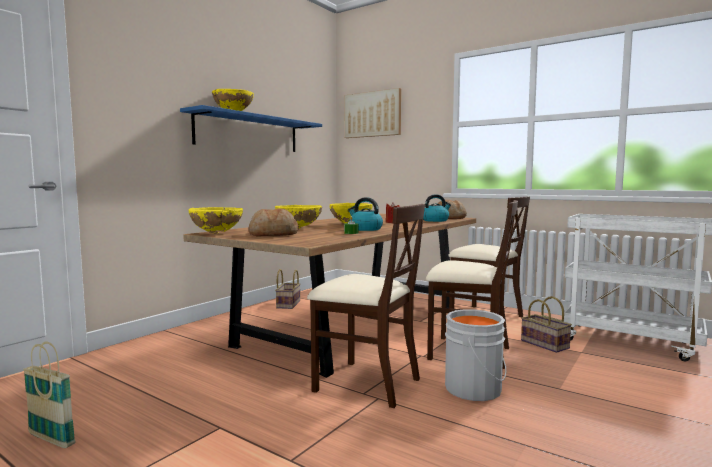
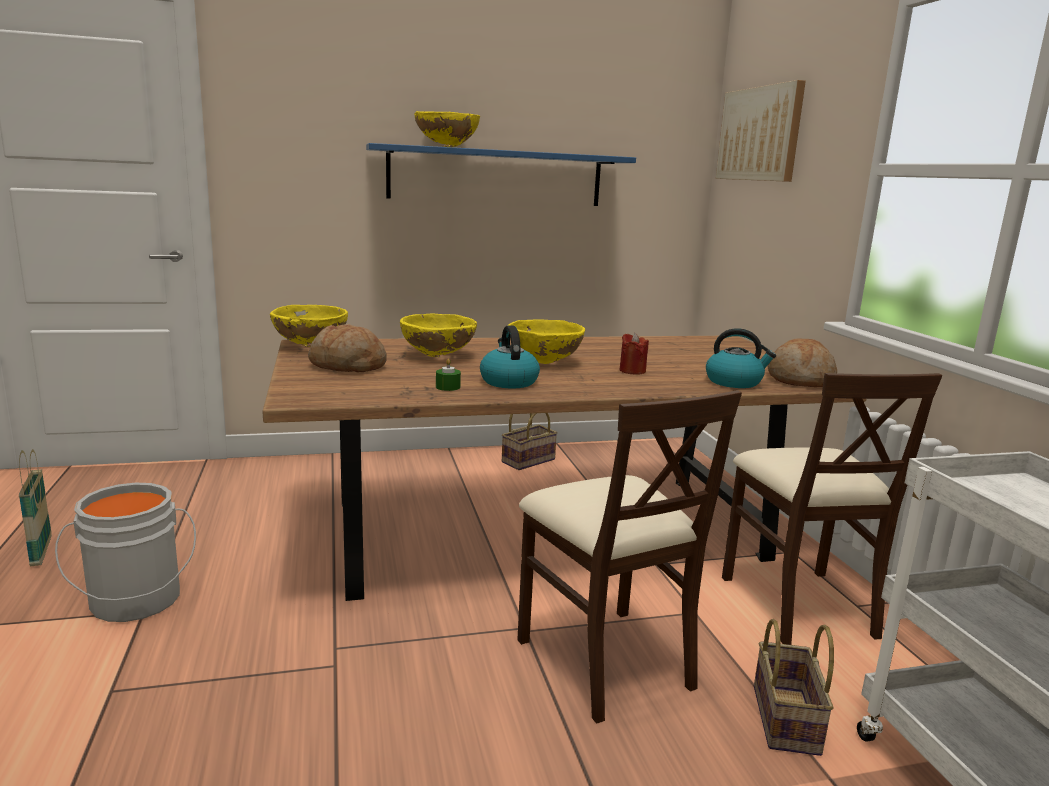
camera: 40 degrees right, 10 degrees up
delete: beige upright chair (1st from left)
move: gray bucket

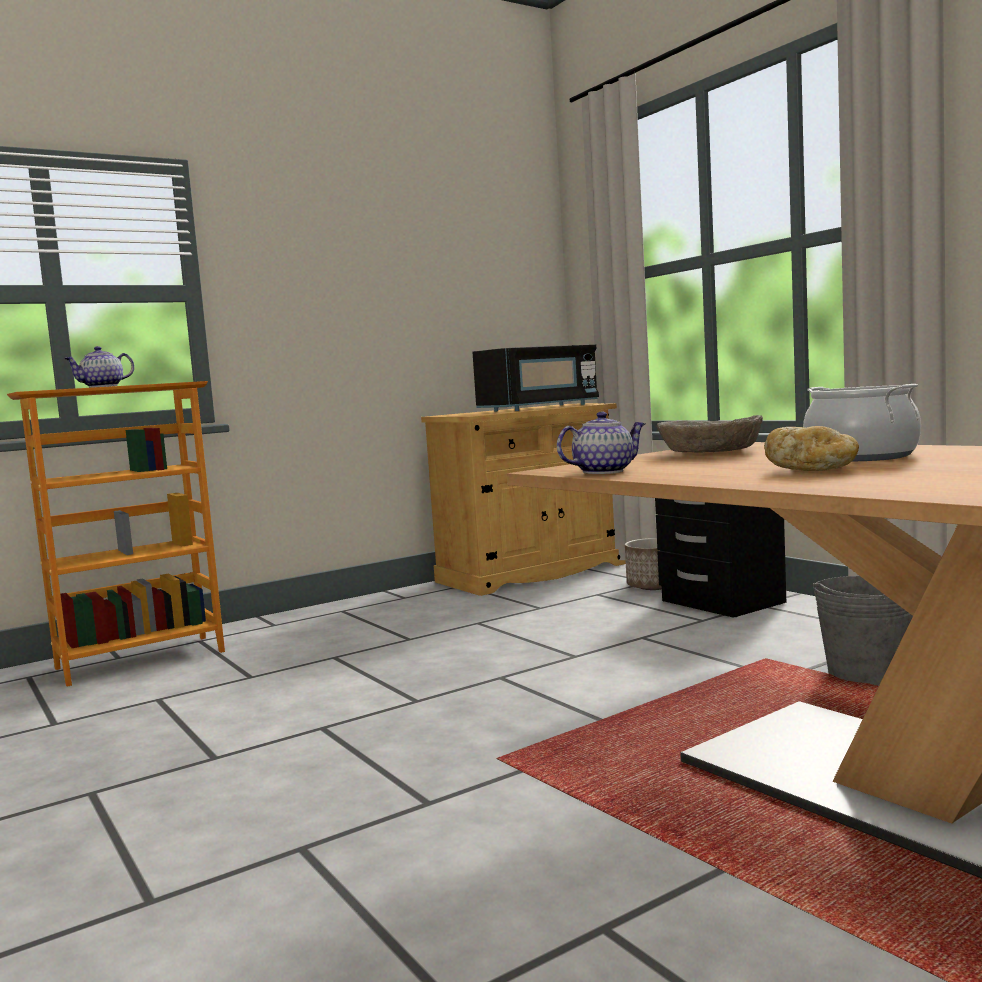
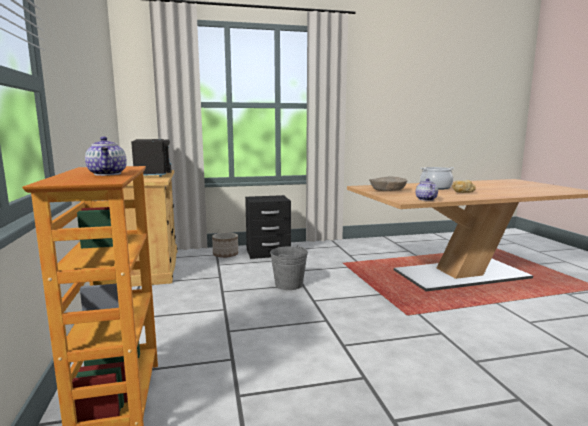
camera: 70 degrees left, 5 degrees up
move: gray bucket

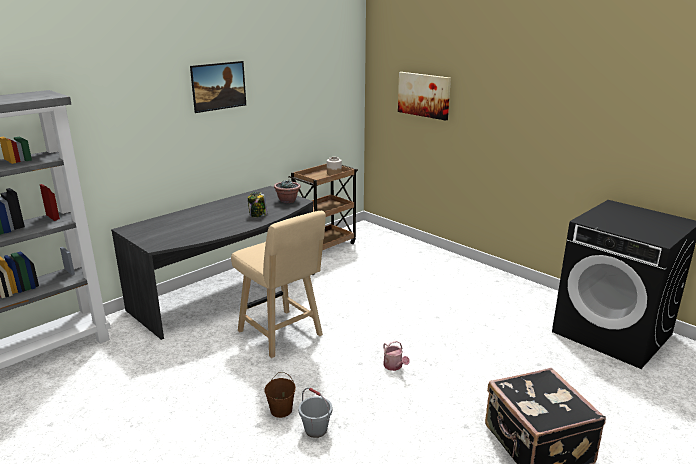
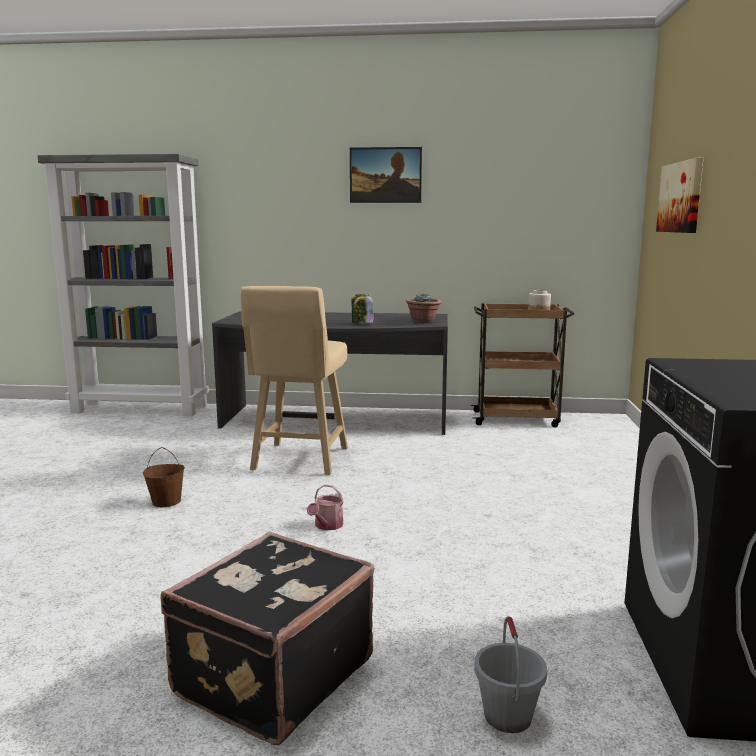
camera: 50 degrees right, 10 degrees down
move: gray bucket

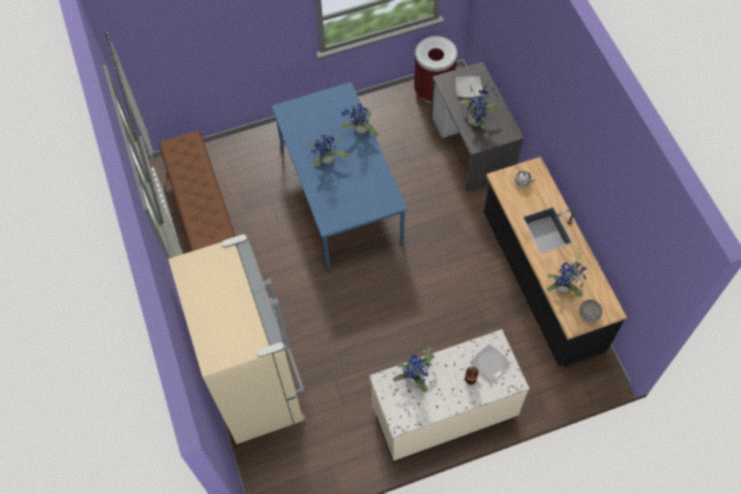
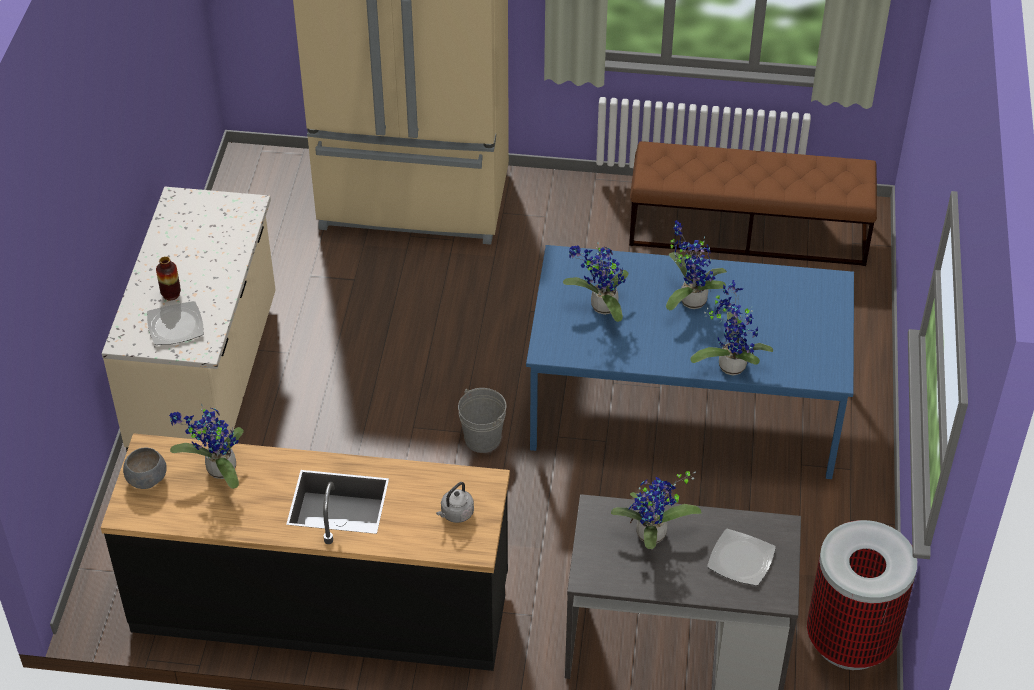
camera: 115 degrees right, 15 degrees down
insert: gray bucket
move: potted plant (3rd from left in the first image) to potted plant (2nd from left)

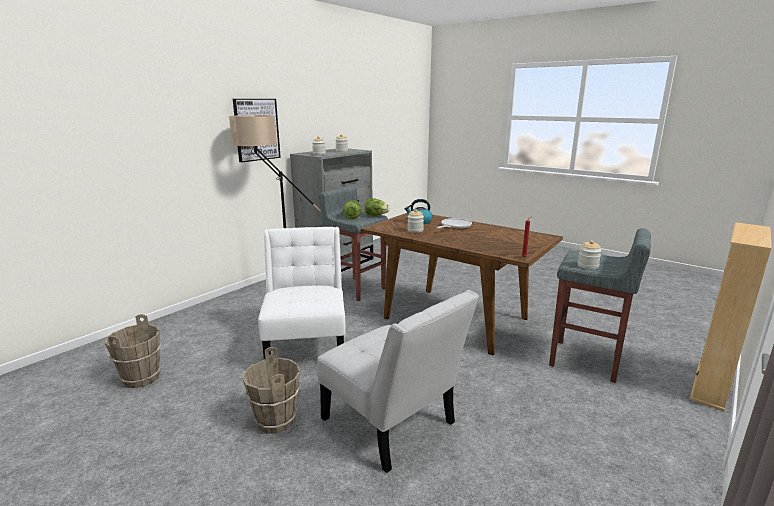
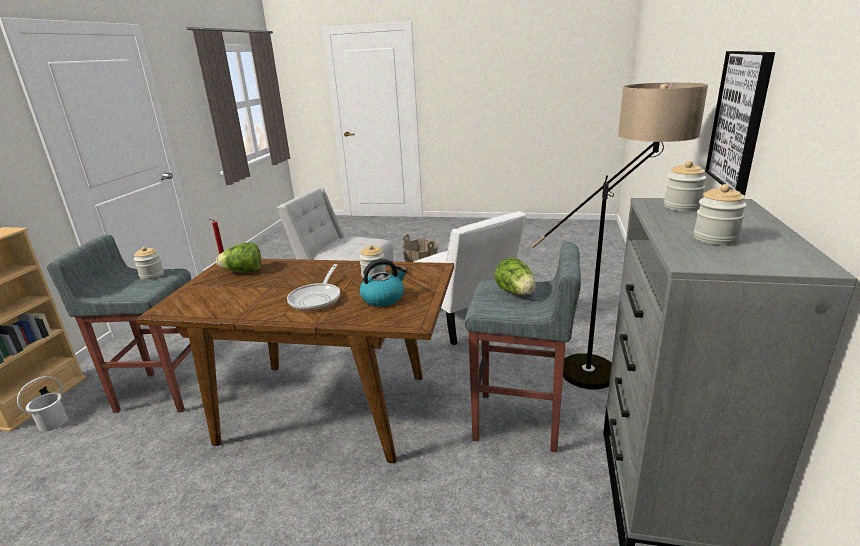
camera: 155 degrees right, 5 degrees up
delete: brown bucket (1st from left)
insert: white bucket
move: head of lettuce (2nd from left in the first image) to head of lettuce (1st from left)

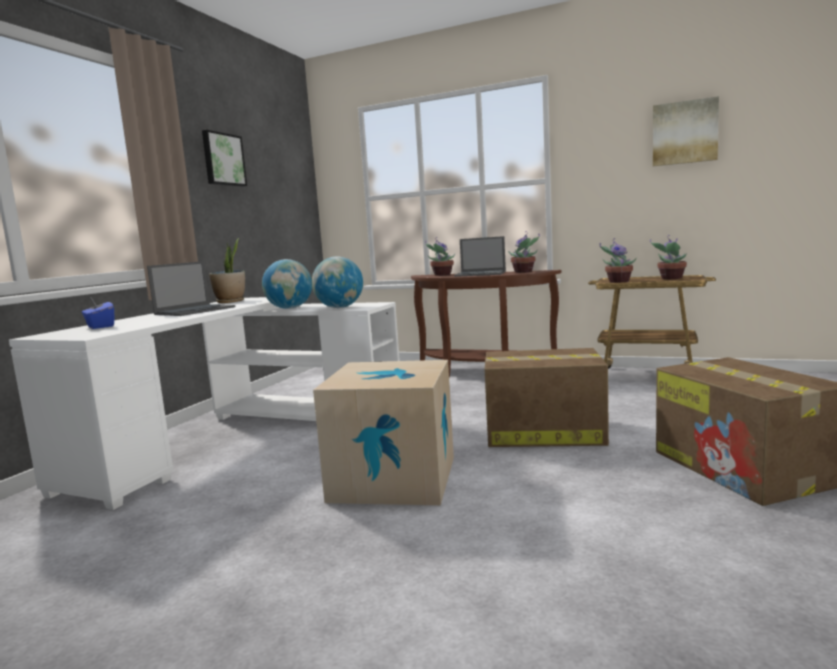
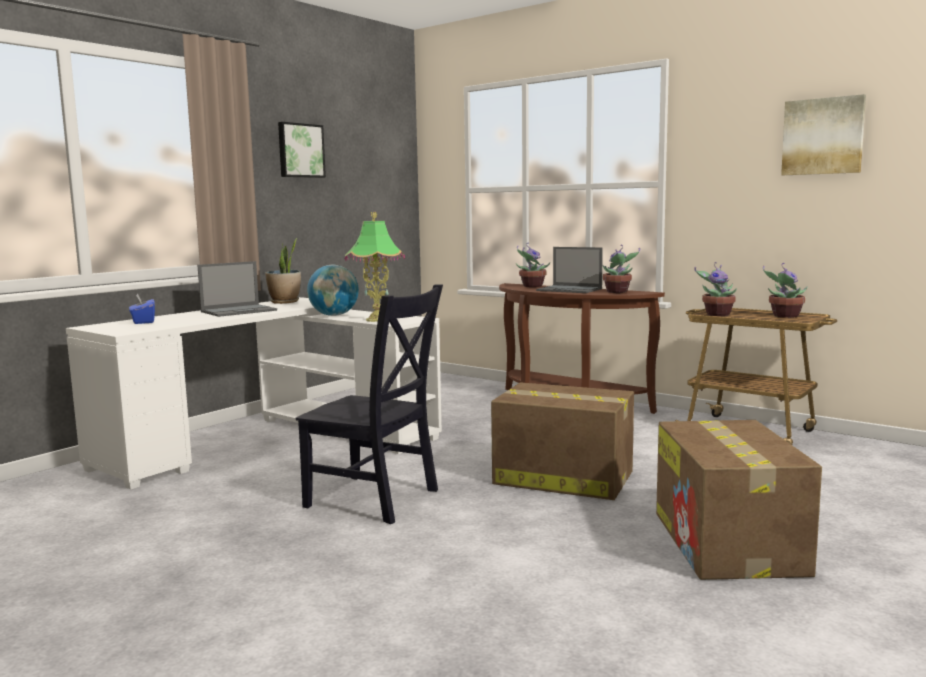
camera: 15 degrees right, 0 degrees up
replace: carton (1st from left) to blackish upright chair; globe (2nd from left) to lamp for a table

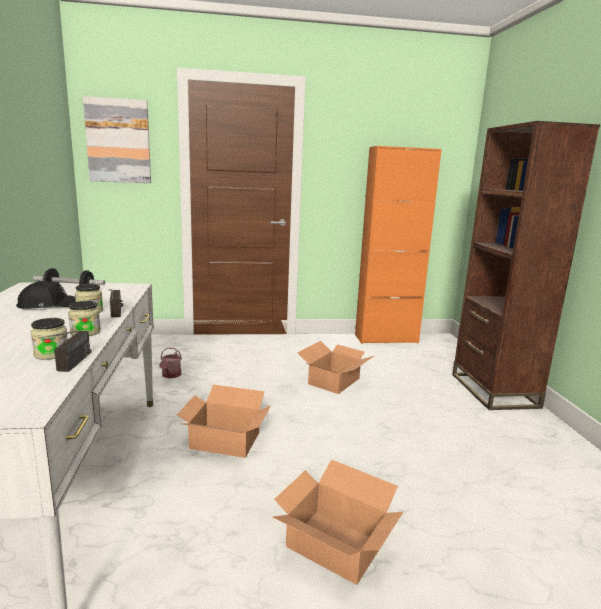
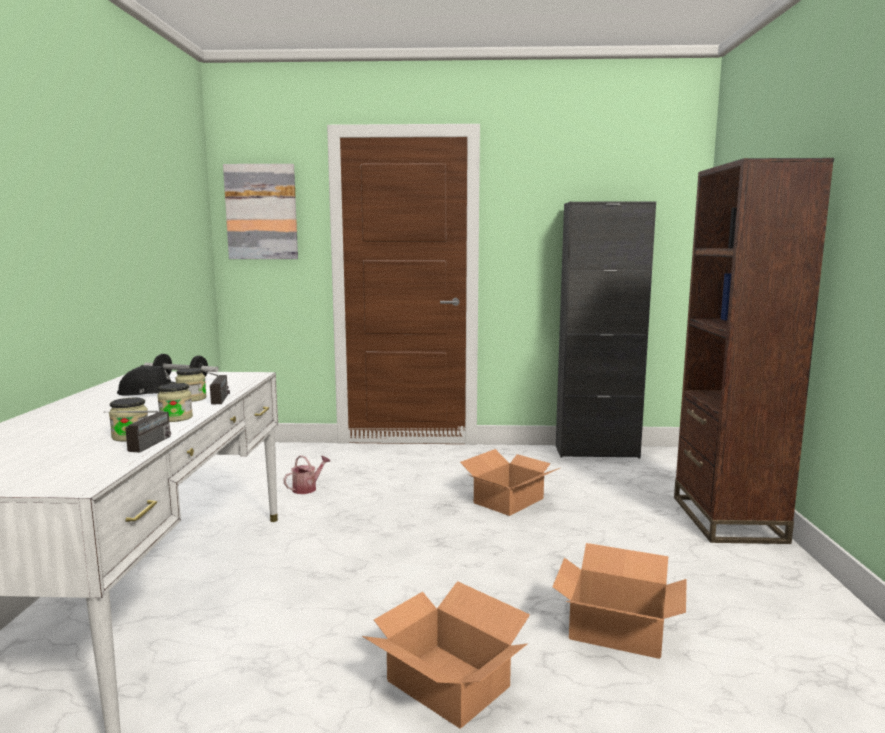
camera: 10 degrees right, 5 degrees down
move: carton (1st from left in the first image) to carton (3rd from left)
recolor: orangey cabinet to blackish cabinet
rotate: watering pot 150 degrees counterclockwise

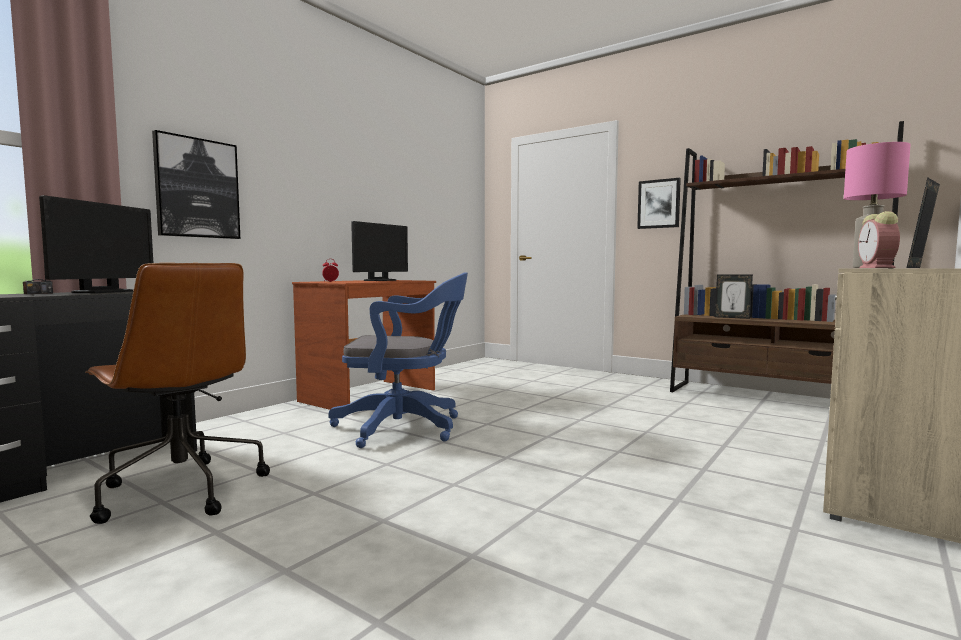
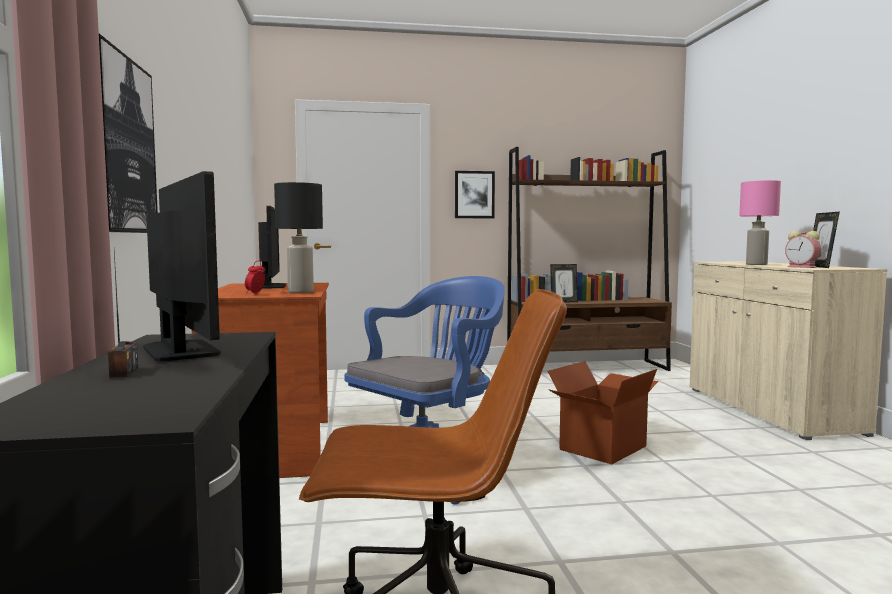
camera: 45 degrees left, 0 degrees up
insert: blackish lamp for a table; carton

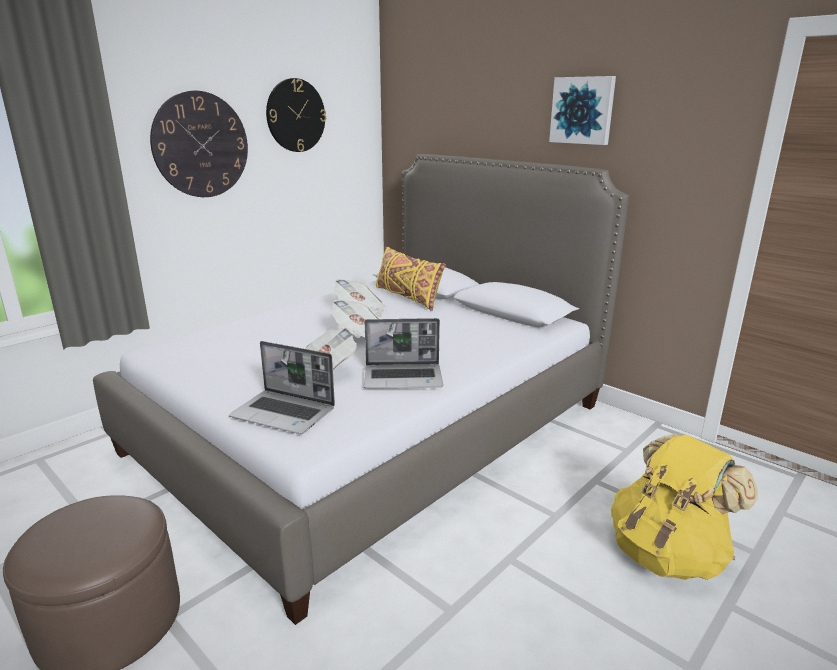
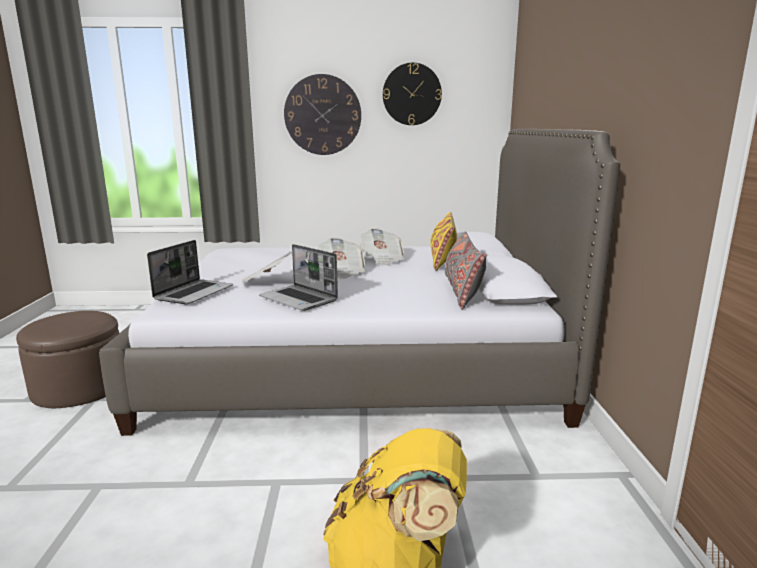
camera: 45 degrees right, 5 degrees down
delete: picture
insert: gray pillow
rotate: laptop (1st from left) 135 degrees counterclockwise

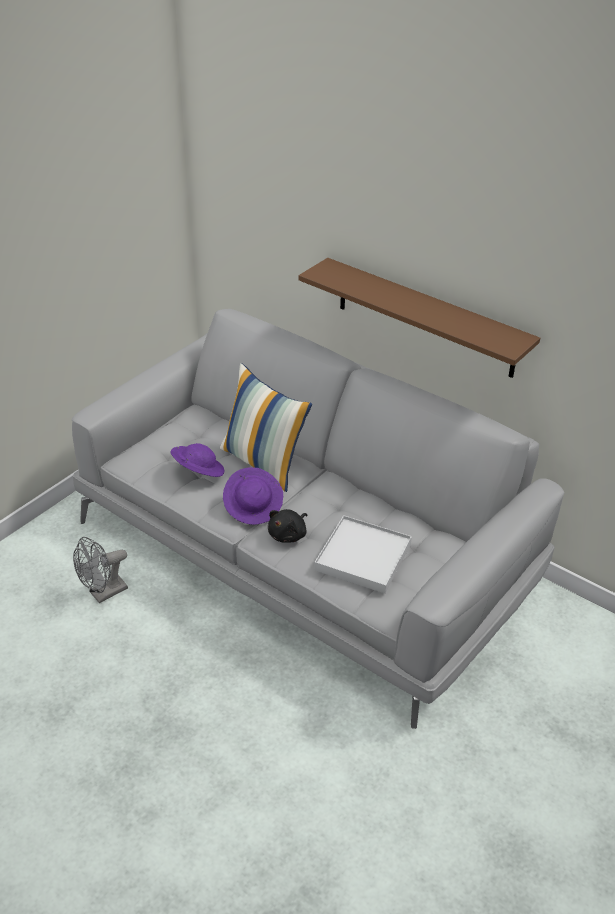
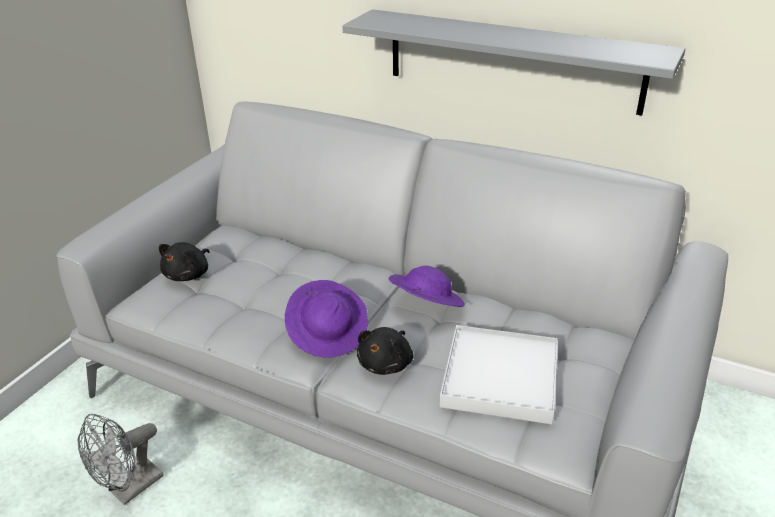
camera: 10 degrees left, 5 degrees down
delete: pillow
insert: blackish soft toy (1st from left)
move: purple-coloured clothing hat (1st from left in the first image) to purple-coloured clothing hat (2nd from left)
recolor: brown bracket shelf to gray bracket shelf

